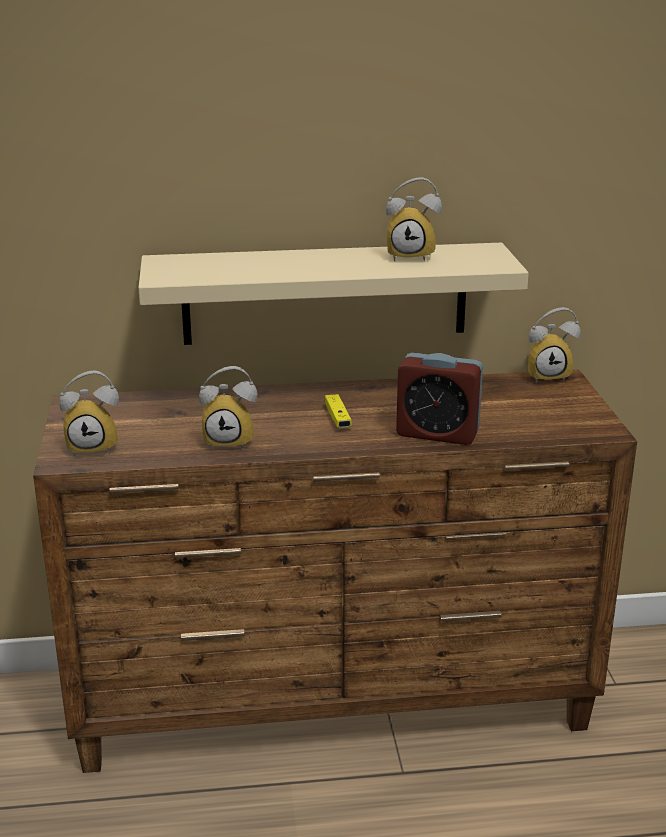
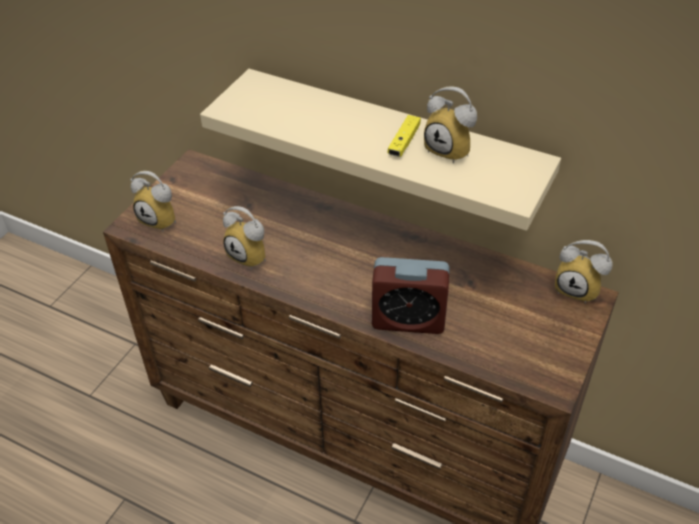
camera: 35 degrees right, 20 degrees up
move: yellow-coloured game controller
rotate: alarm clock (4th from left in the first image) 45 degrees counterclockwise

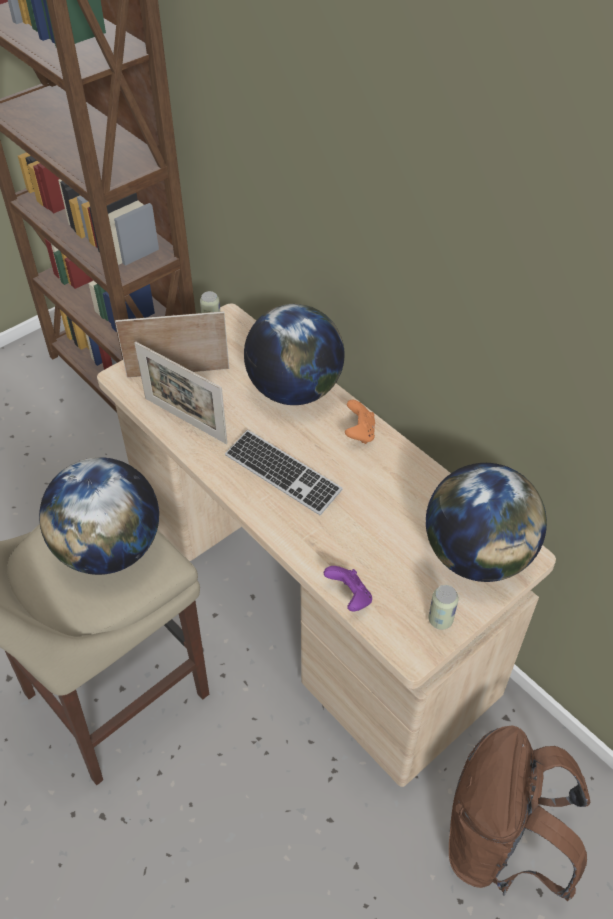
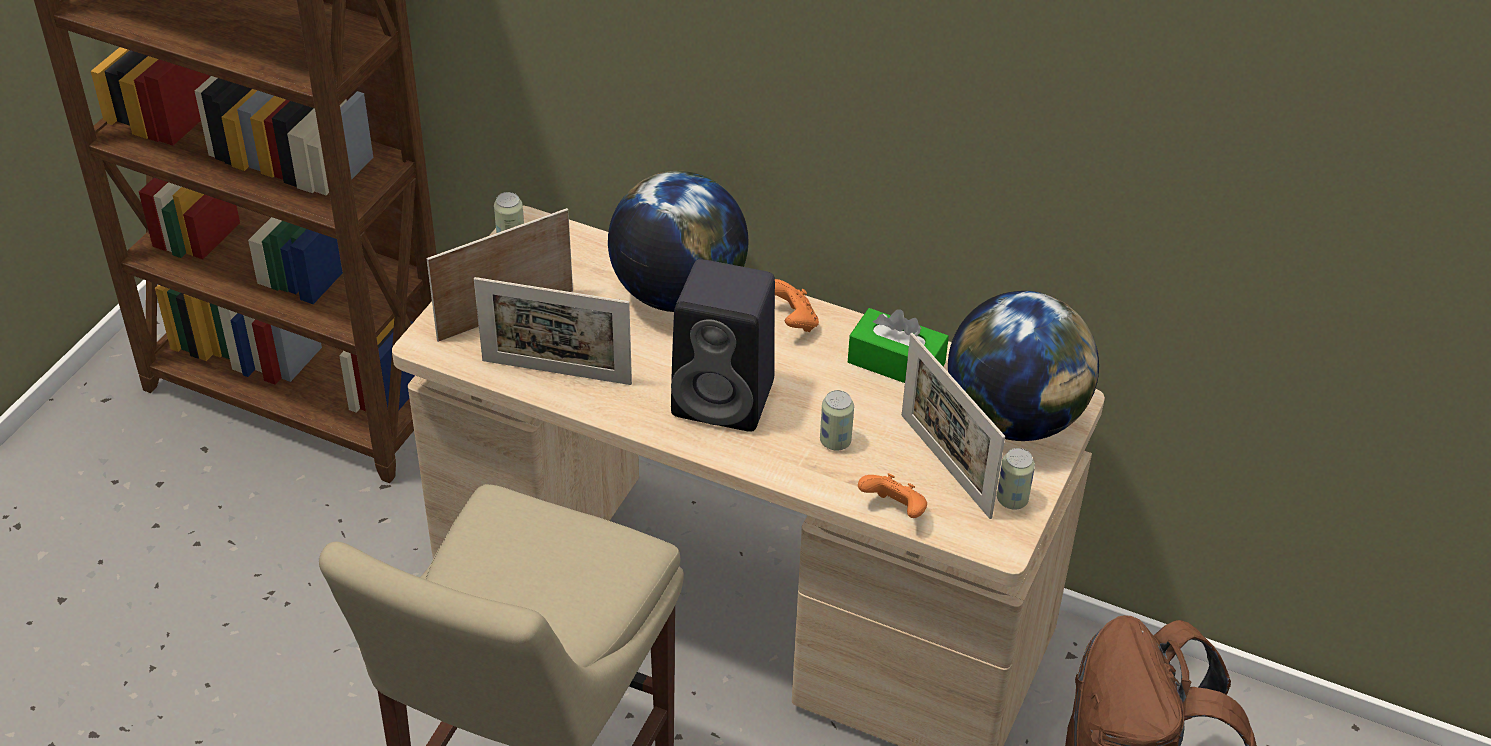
camera: 25 degrees left, 5 degrees down
delete: globe (1st from left)
insert: can (2nd from left); green-coloured box of tissues; photo frame (3rd from left)
replace: PC keyboard to blackish loudspeaker
recolor: purple-coloured game controller to orangey game controller (2nd from left)

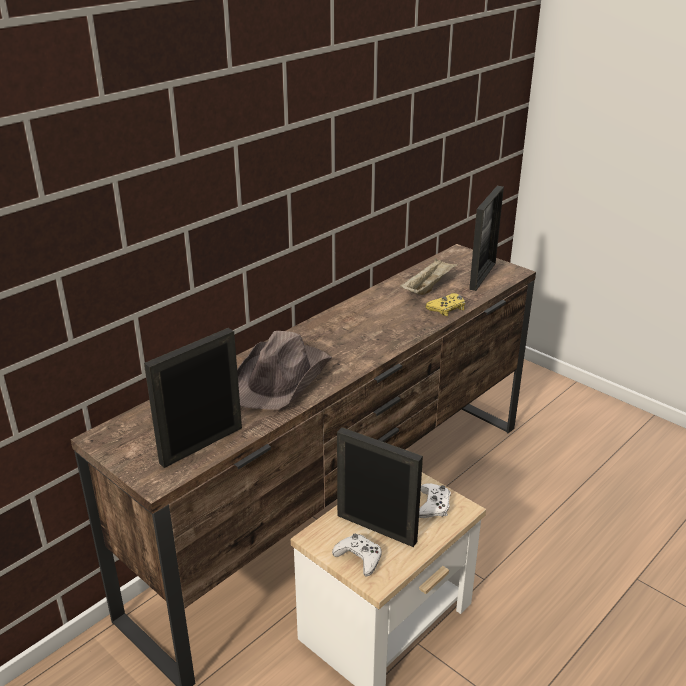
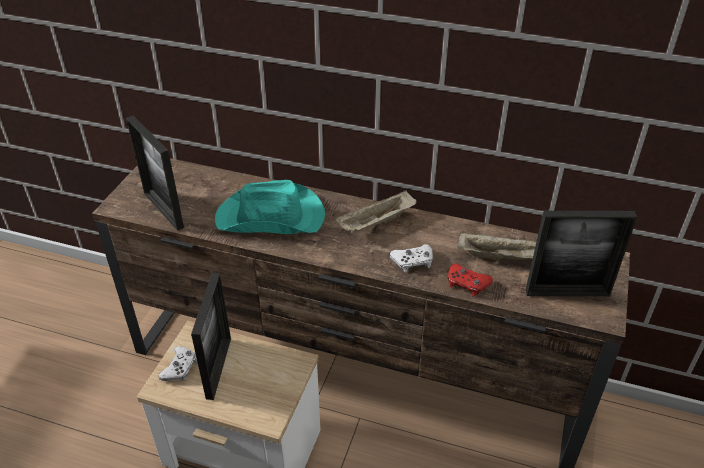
camera: 65 degrees right, 10 degrees up
insert: beige carrying tray (1st from left)
move: white game controller (2nd from left)
recolor: brown clothing hat to turquoise clothing hat; yellow-coloured game controller to reddish game controller
rotate: photo frame (1st from left) 150 degrees counterclockwise

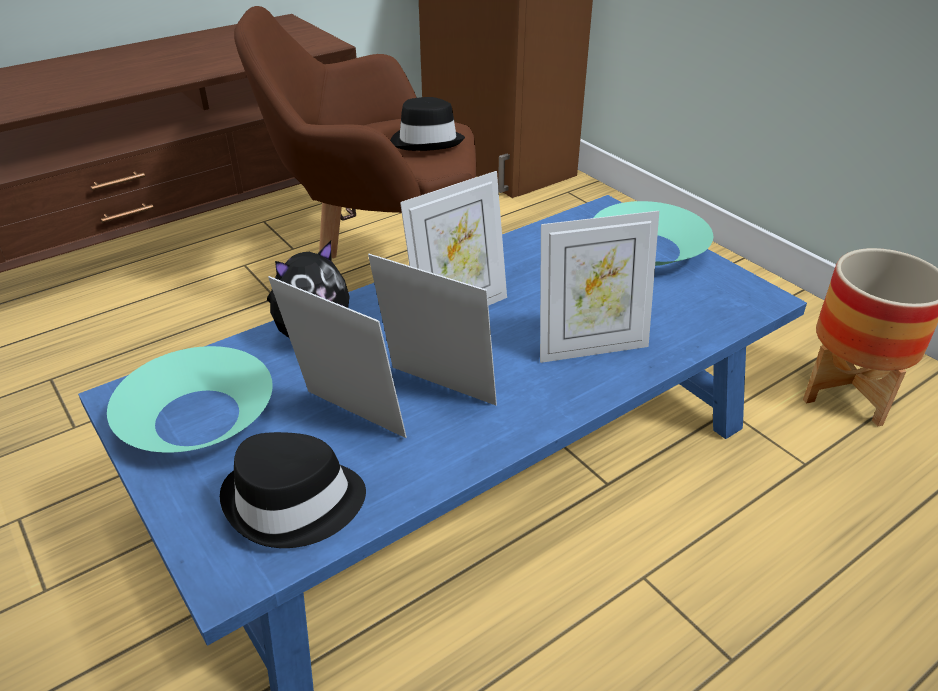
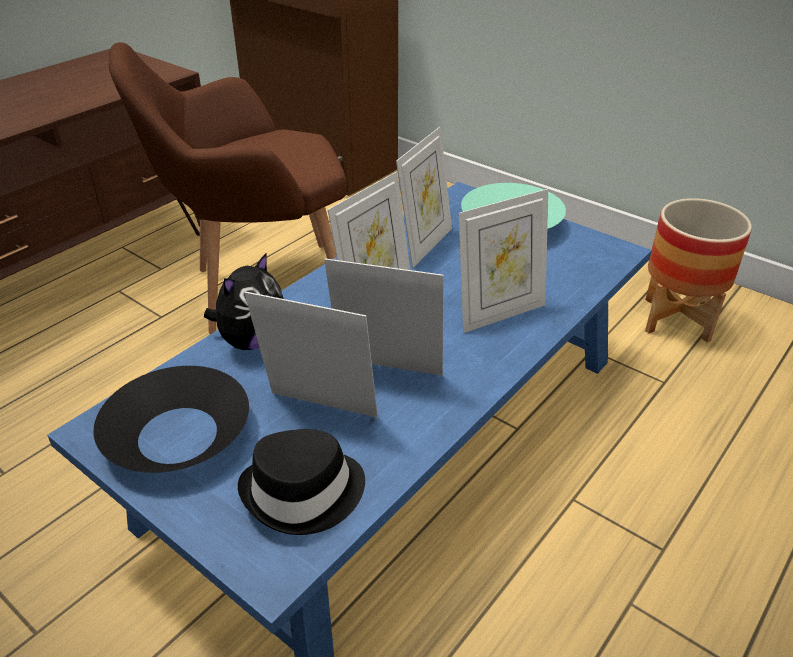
camera: 15 degrees left, 0 degrees up
delete: blackish clothing hat (2nd from left)
insert: photo frame (4th from left)
recolor: turquoise deep dish (1st from left) to blackish deep dish

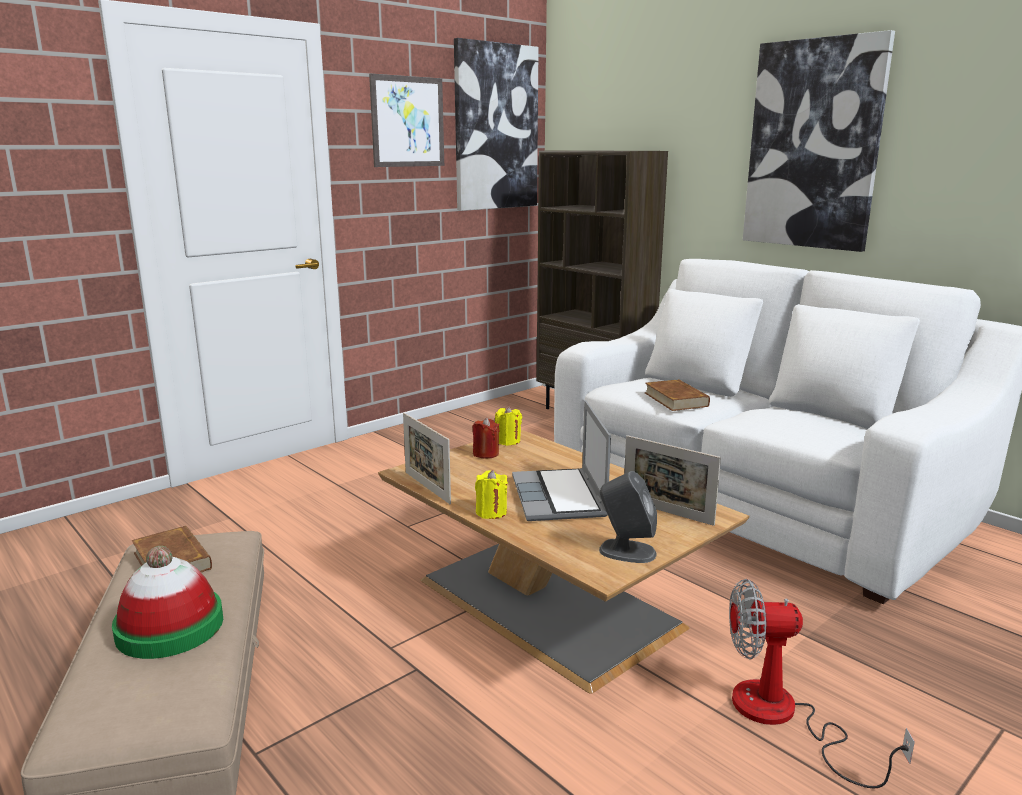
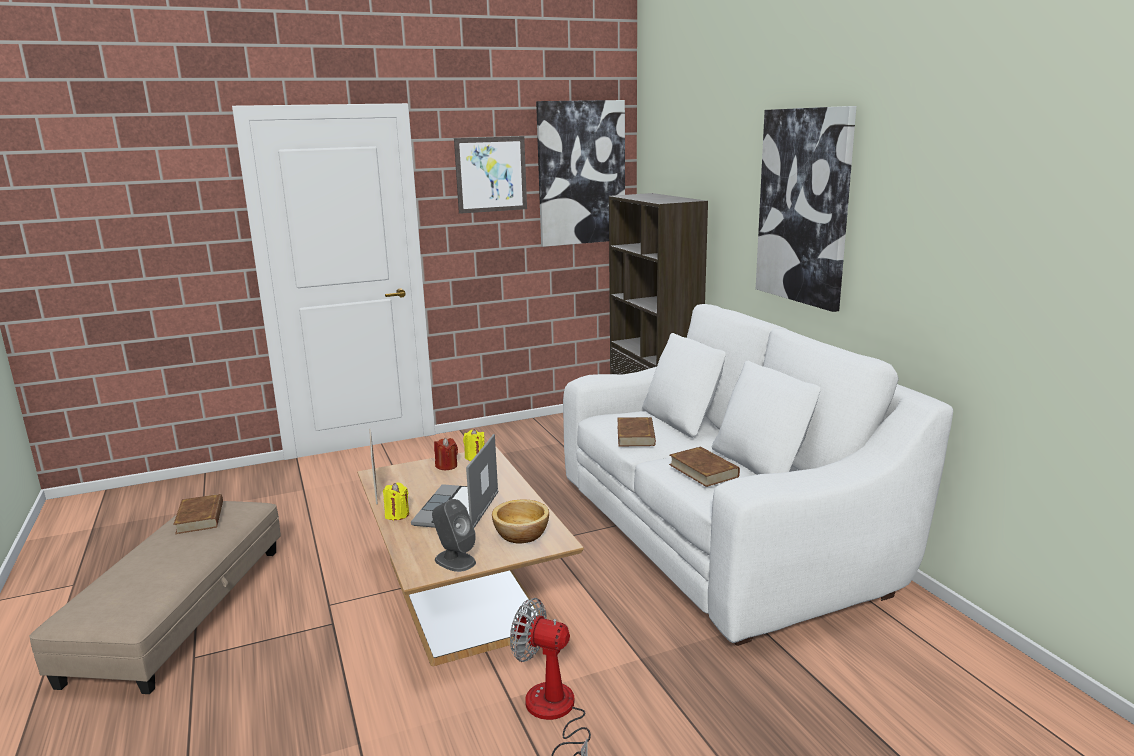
camera: 20 degrees right, 0 degrees up
delete: clothing hat
insert: brown bound book (3rd from left)
replace: photo frame (2nd from left) to deep dish

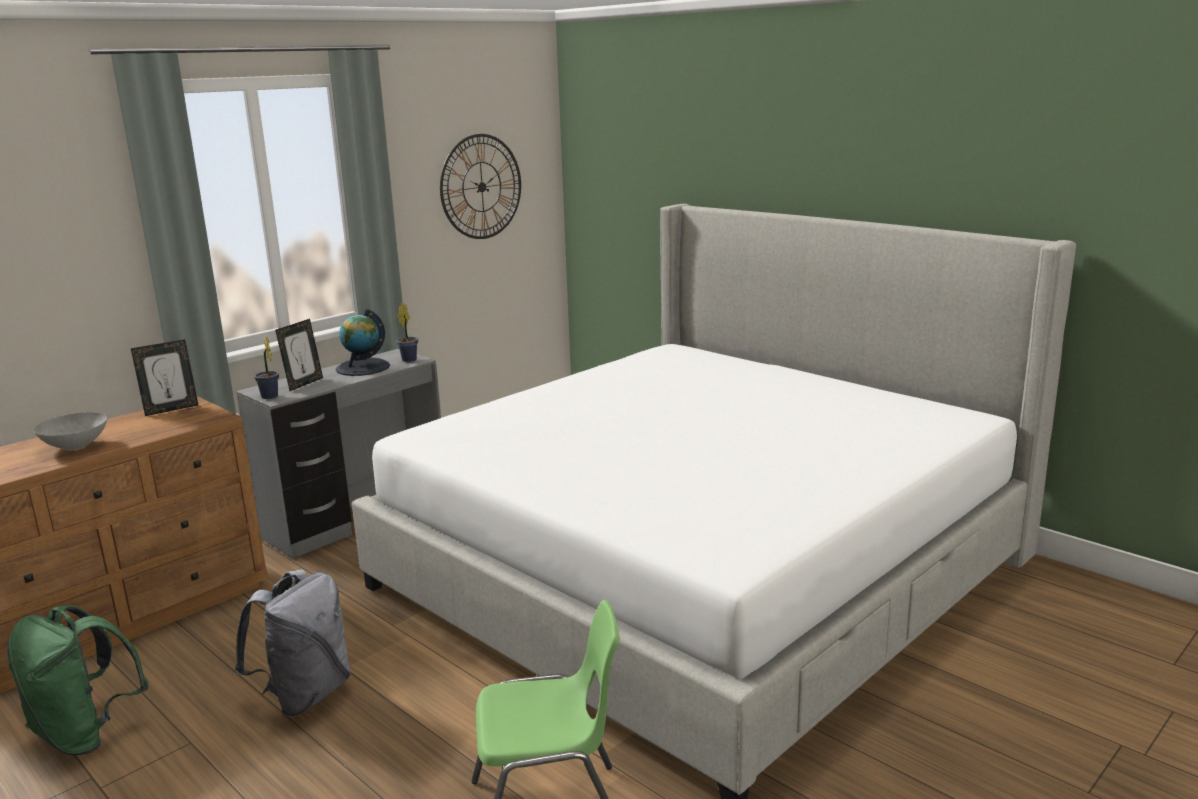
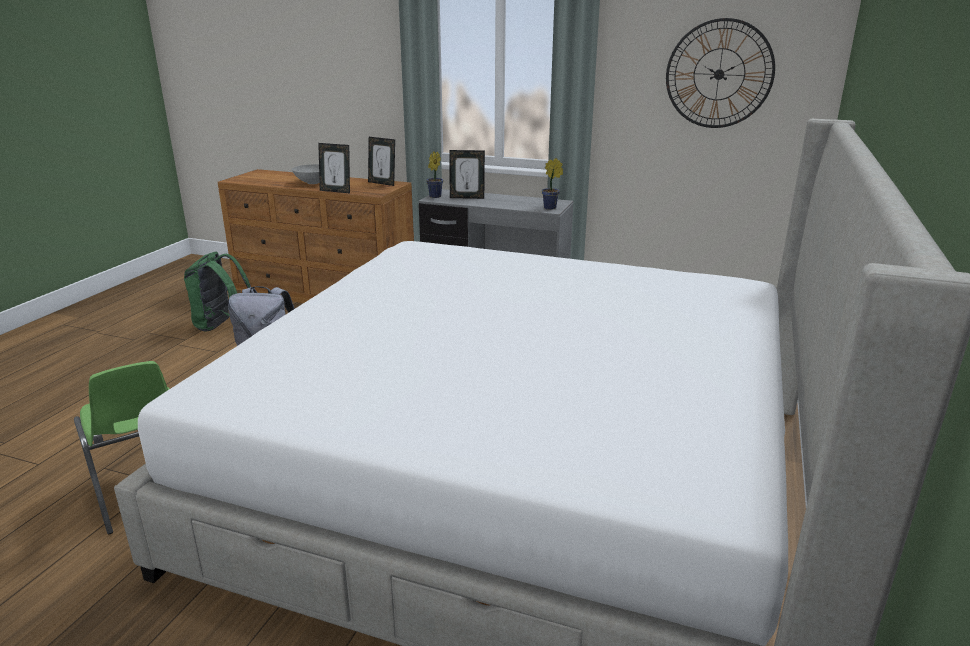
camera: 65 degrees right, 5 degrees up
delete: globe
insert: photo frame (1st from left)

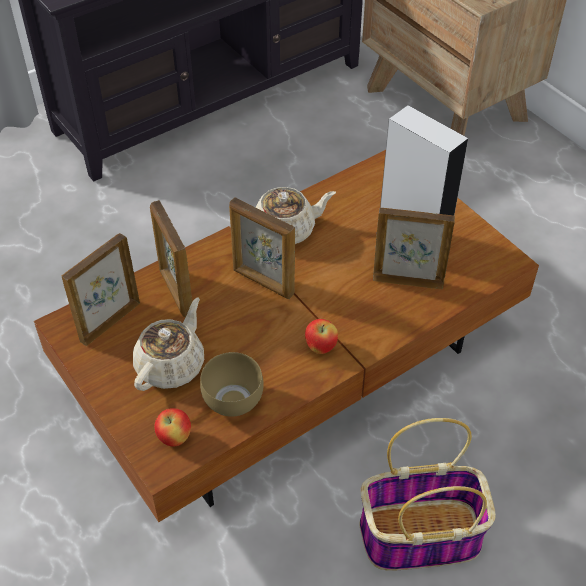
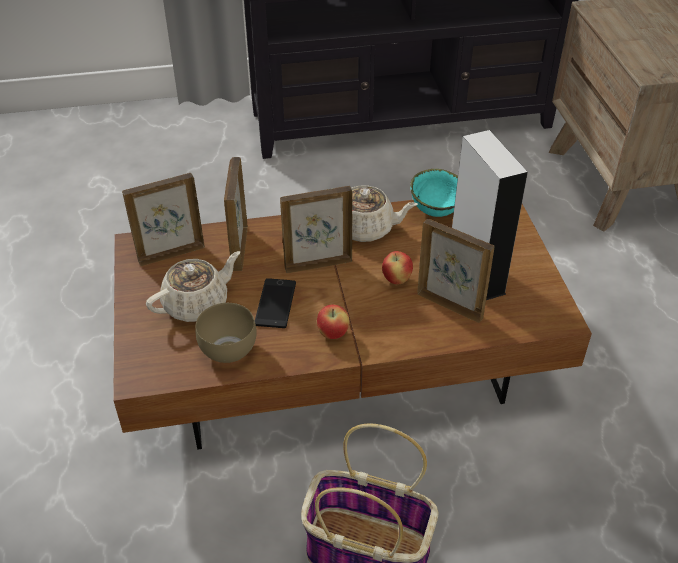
camera: 25 degrees right, 5 degrees down
insert: telephone; turquoise deep dish
move: apple fruit (1st from left in the first image) to apple fruit (2nd from left)
rotate: photo frame (3rd from left) 105 degrees clockwise

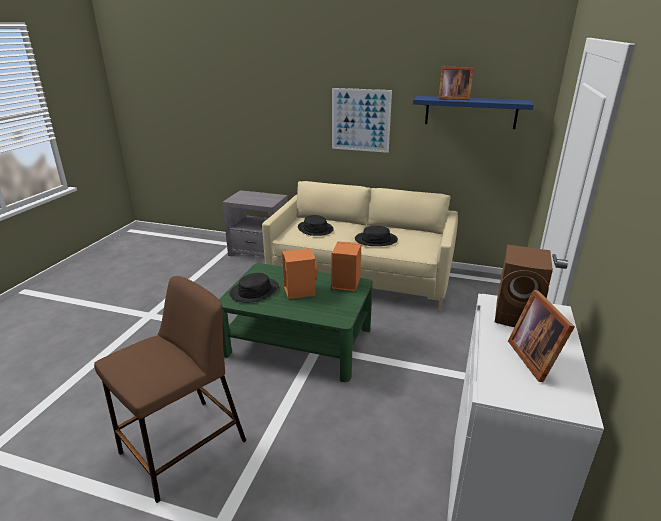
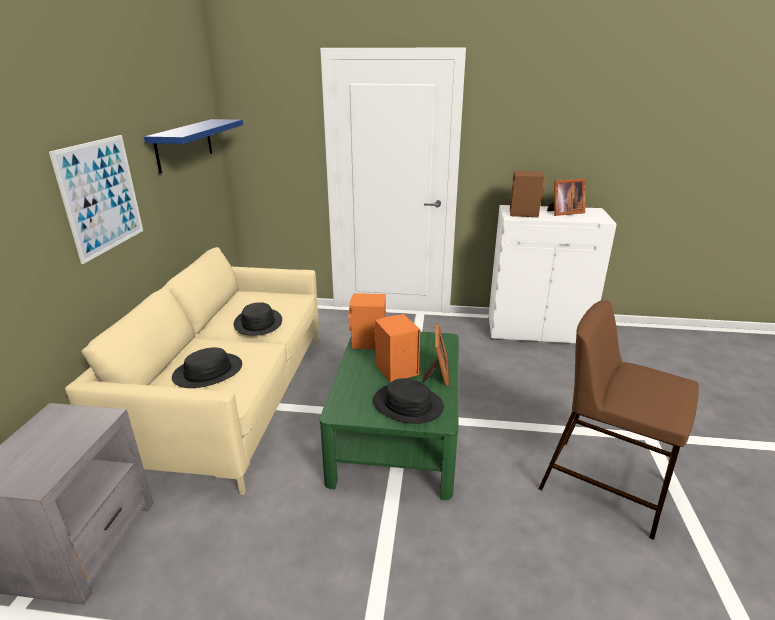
camera: 100 degrees left, 0 degrees up
move: photo frame (1st from left)

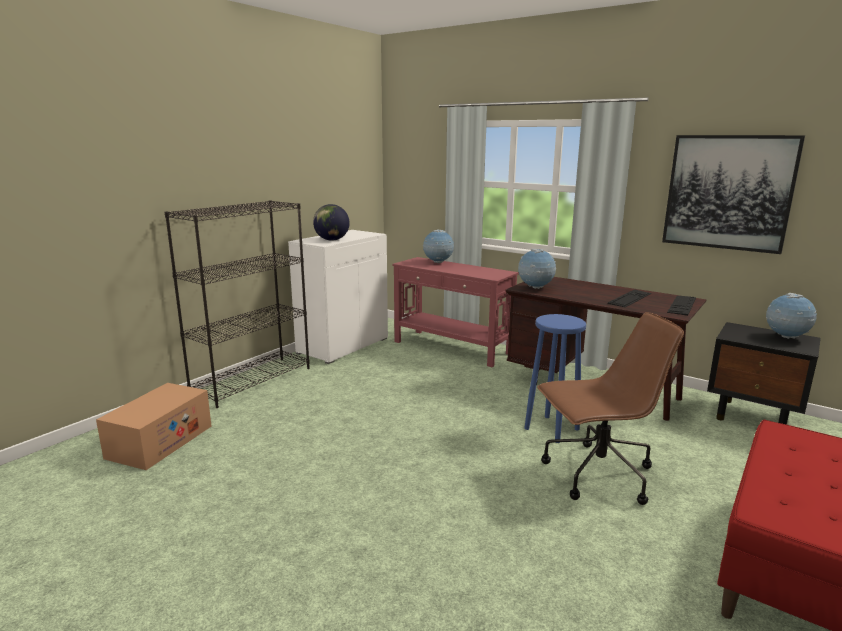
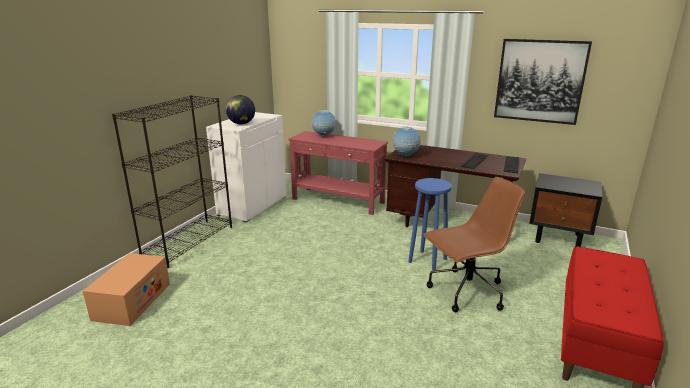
camera: 10 degrees left, 5 degrees up
delete: globe (4th from left)

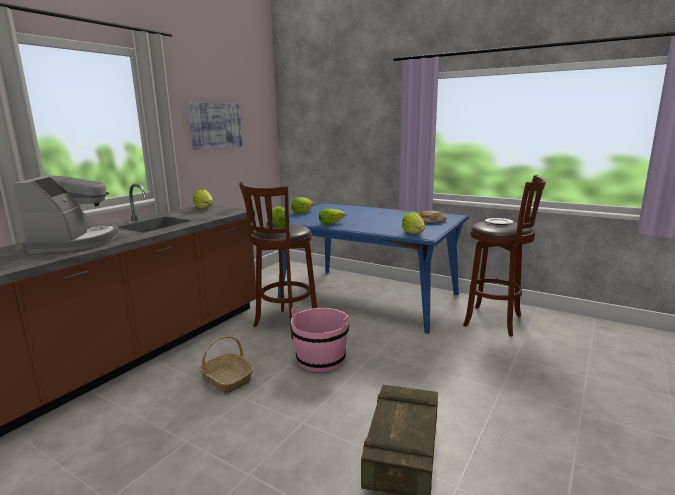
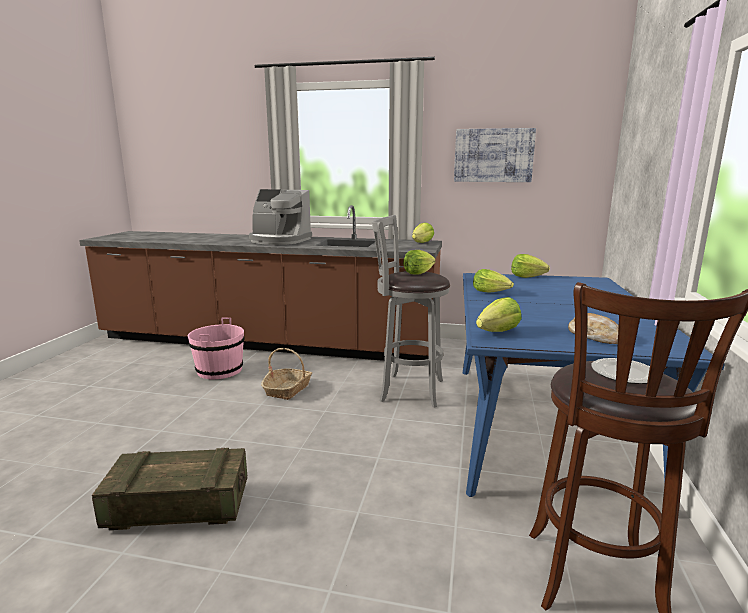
camera: 70 degrees right, 0 degrees up
move: pink-coloured bucket
recolor: brown stool (1st from left) to gray stool
rotate: coffee machine 45 degrees clockwise

